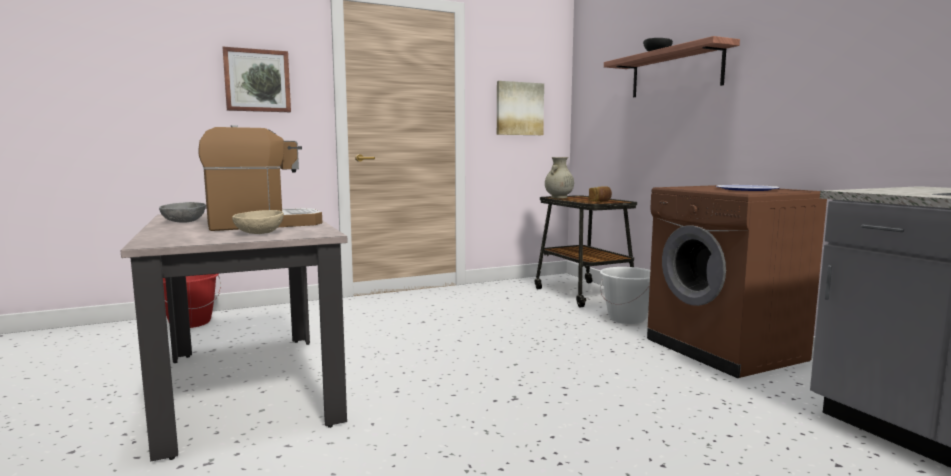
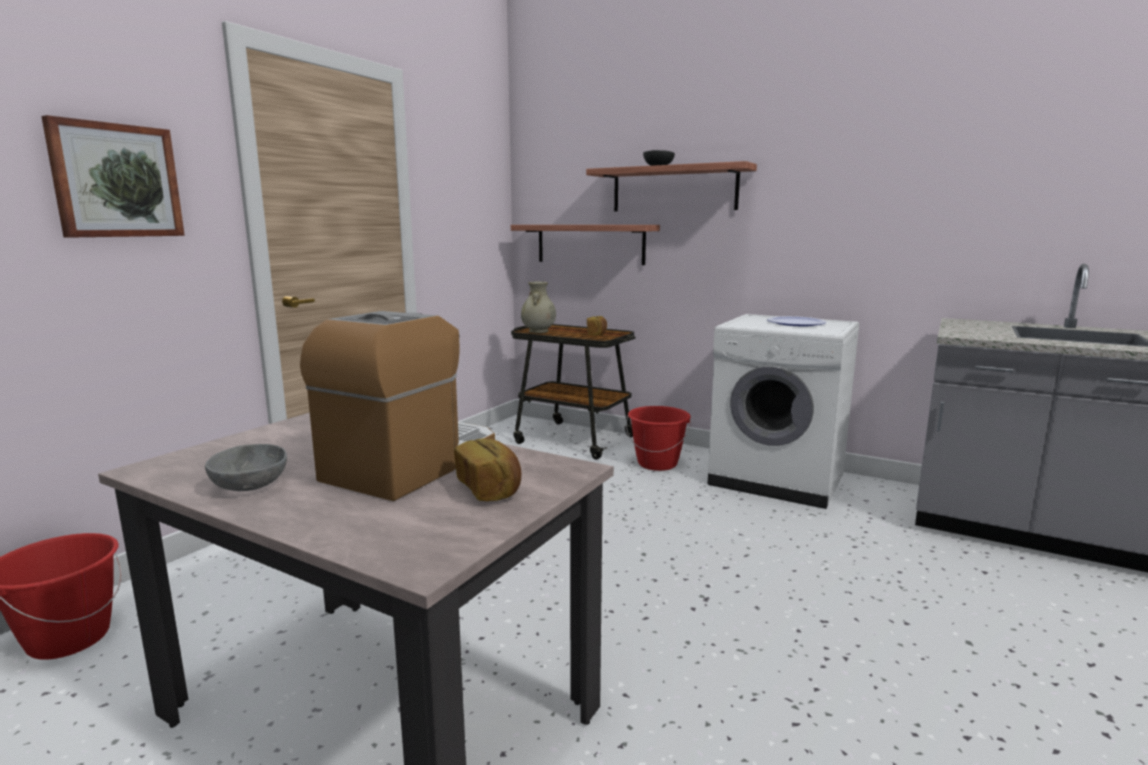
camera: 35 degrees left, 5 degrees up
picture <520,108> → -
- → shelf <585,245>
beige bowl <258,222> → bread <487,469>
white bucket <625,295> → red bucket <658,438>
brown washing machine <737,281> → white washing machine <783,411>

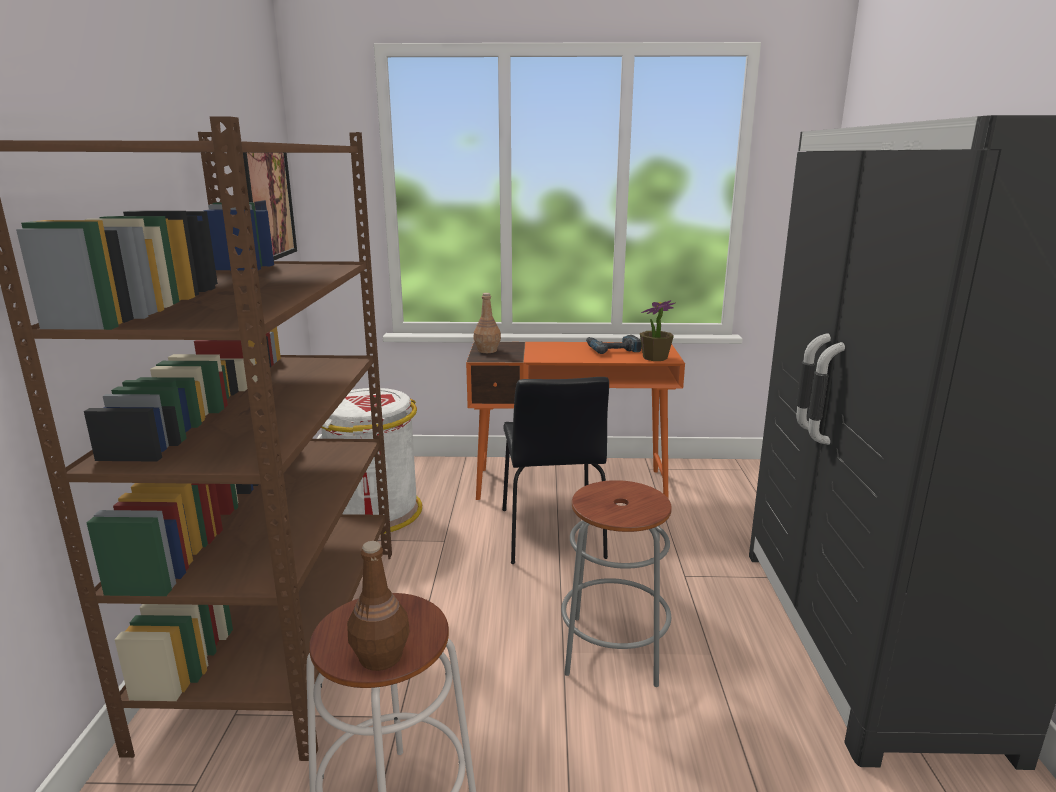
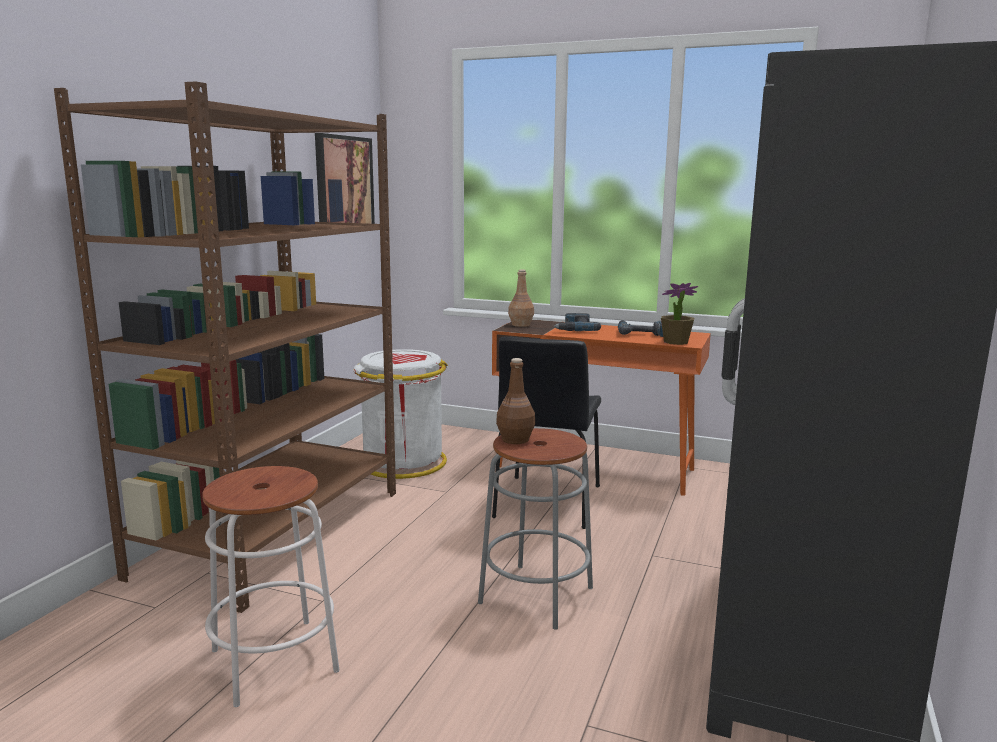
camera: 20 degrees right, 5 degrees down
- → power drill <577,322>
brown bottle <378,606> → brown bottle <515,401>, relocated

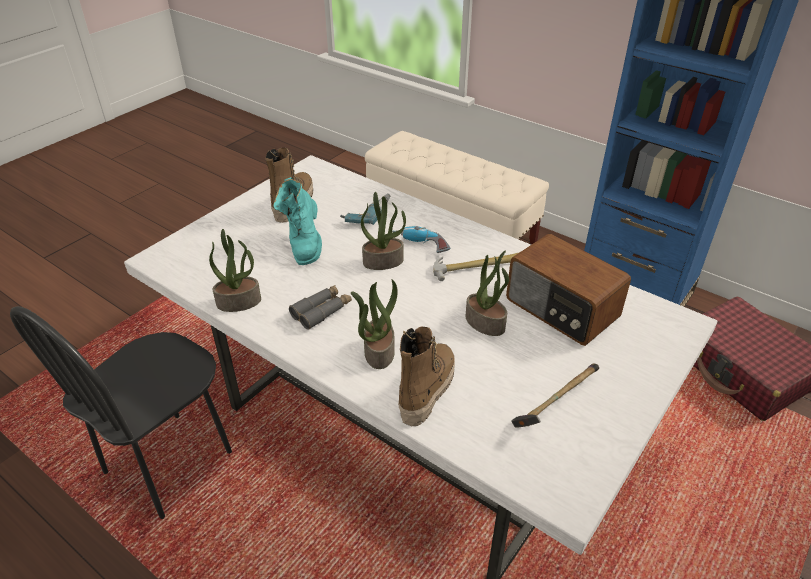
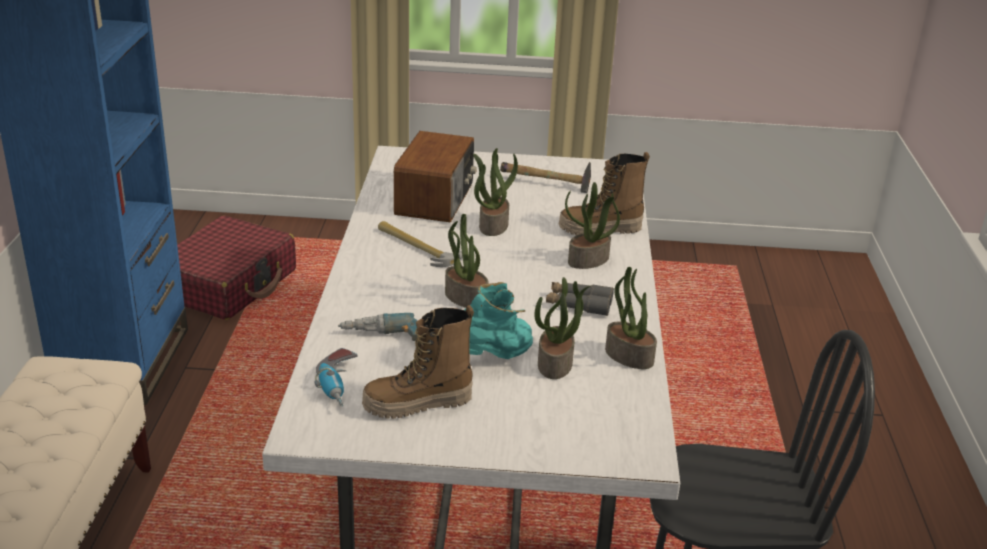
camera: 125 degrees left, 10 degrees down
- → potted plant <563,328>
power drill <421,239> → power drill <336,377>, relocated

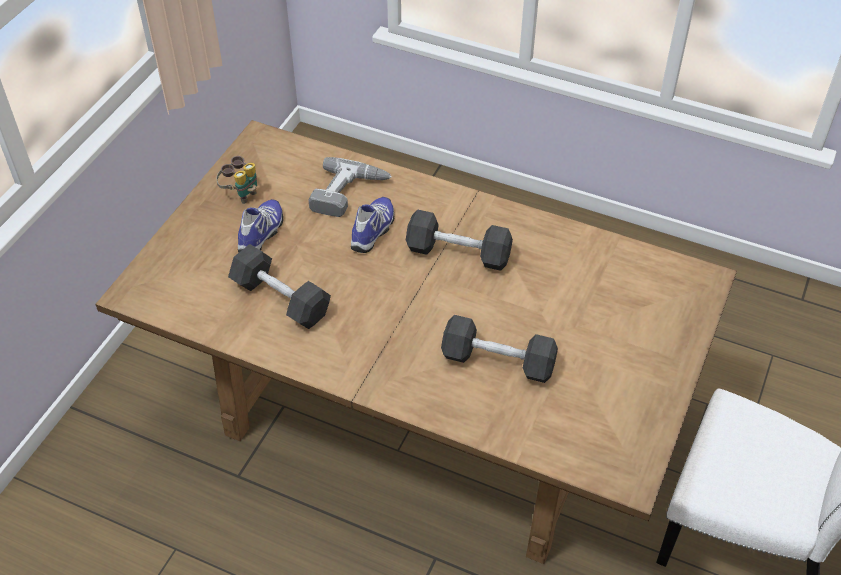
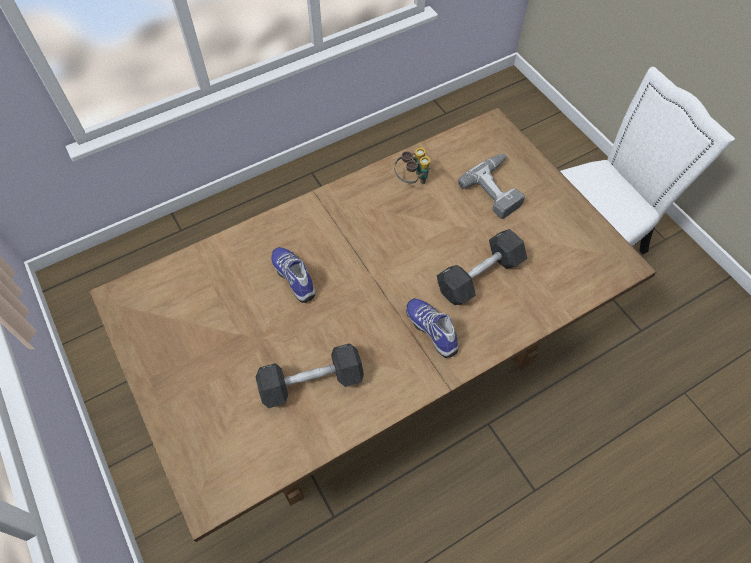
camera: 55 degrees left, 10 degrees up
black dumbbell <459,240> → -
binoculars <236,180> → binoculars <412,165>, relocated
shoe <260,225> → shoe <432,328>, relocated
power drill <350,187> → power drill <491,186>, relocated

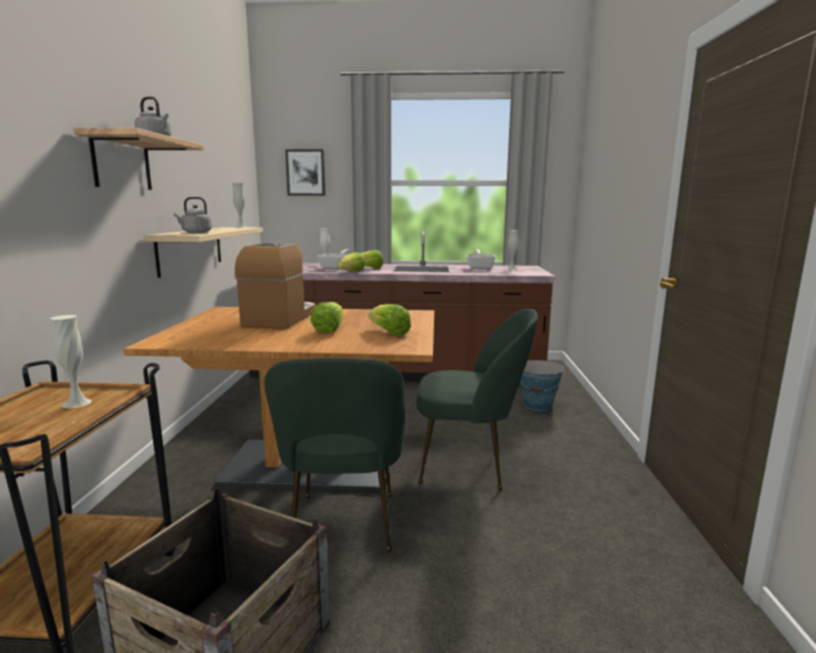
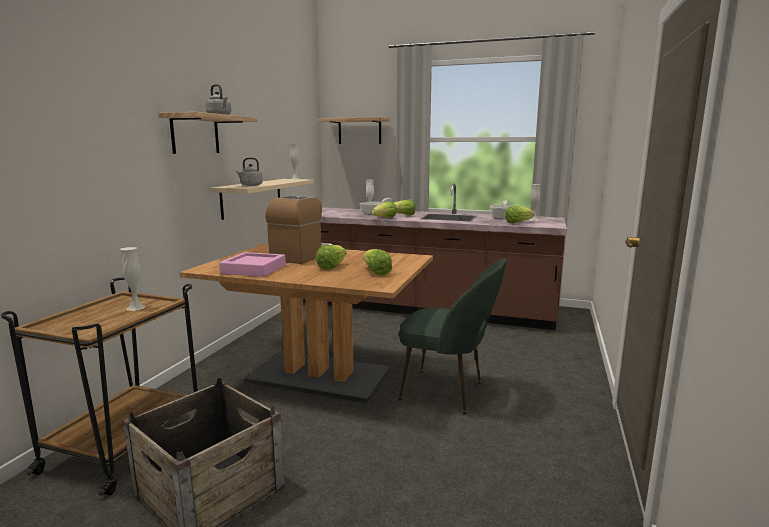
camera: 15 degrees right, 0 degrees up
green chair <334,455> → -
bucket <542,385> → -
- → pink tray <252,264>
- → lettuce <519,214>
picture <305,172> → shelf <354,130>

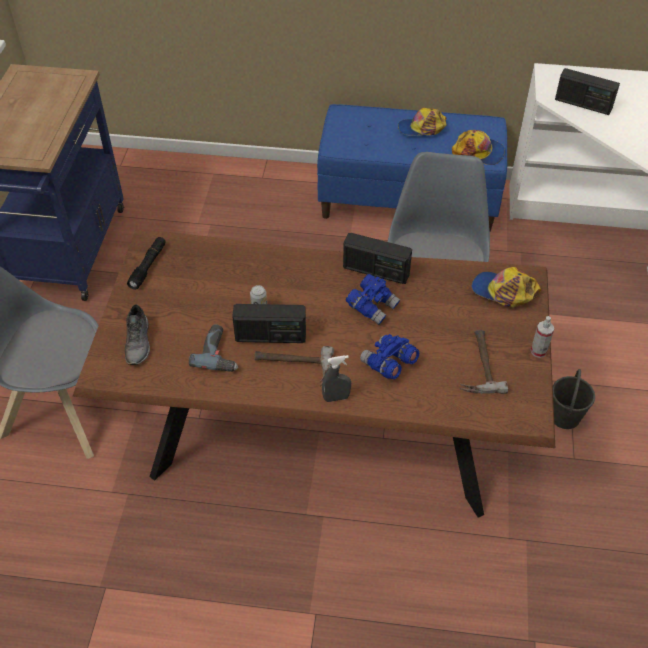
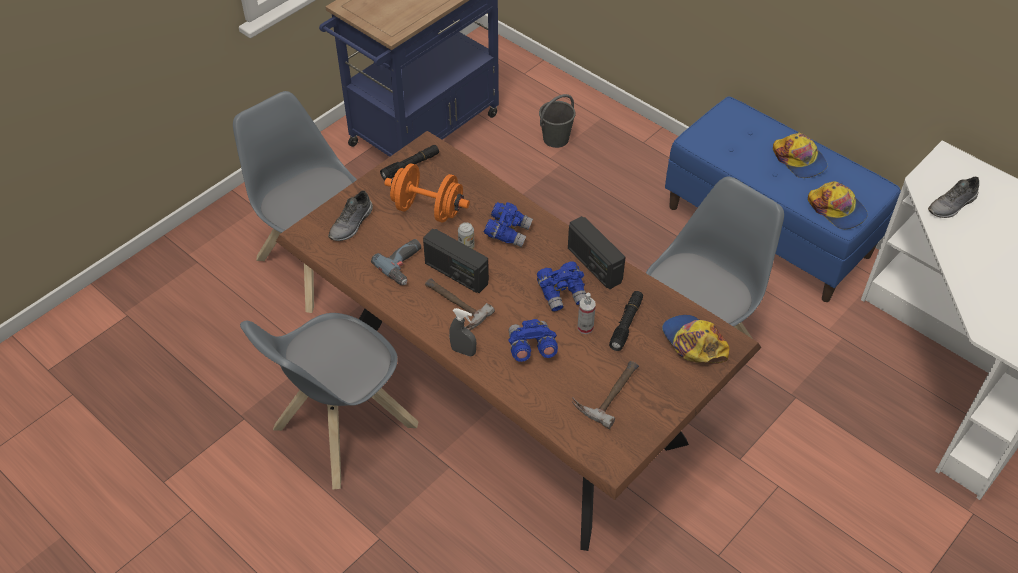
camera: 35 degrees right, 0 degrees up
- → grey chair <329,401>
- → orange dumbbell <427,193>
- → blue binoculars <508,224>
- → black flashlight <626,321>
spray bottle <542,337> → spray bottle <587,313>, relocated
grey bucket <574,399> → grey bucket <557,121>, relocated
radio <587,91> → grey shoe <953,197>
cap <422,121> → cap <800,155>, 150 degrees counterclockwise

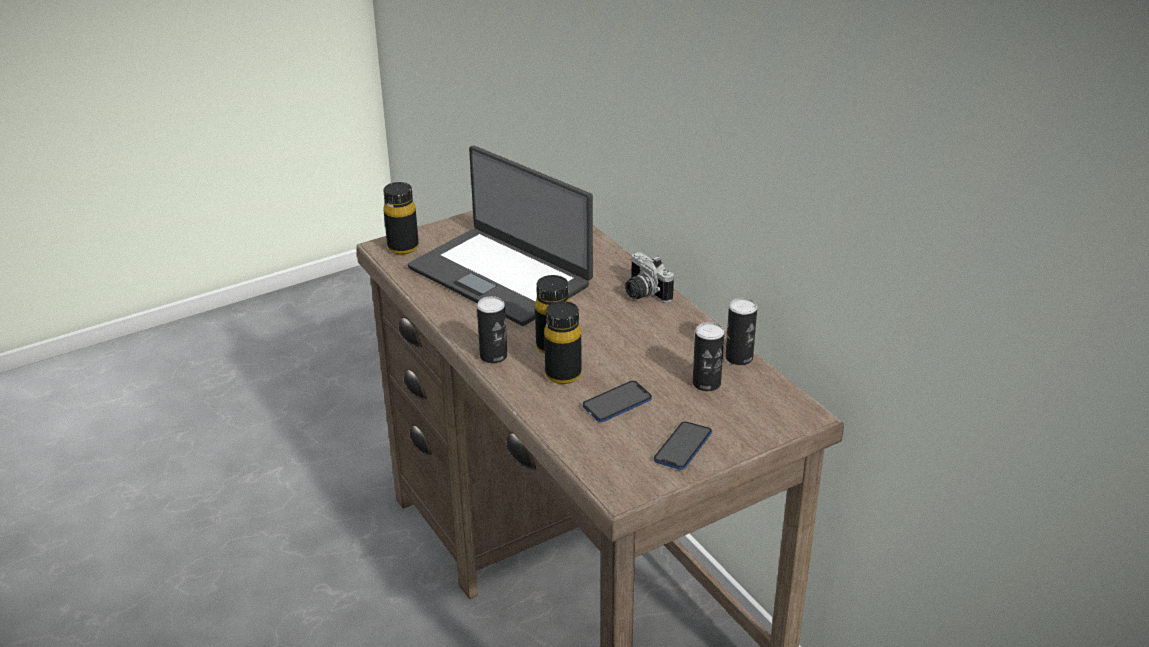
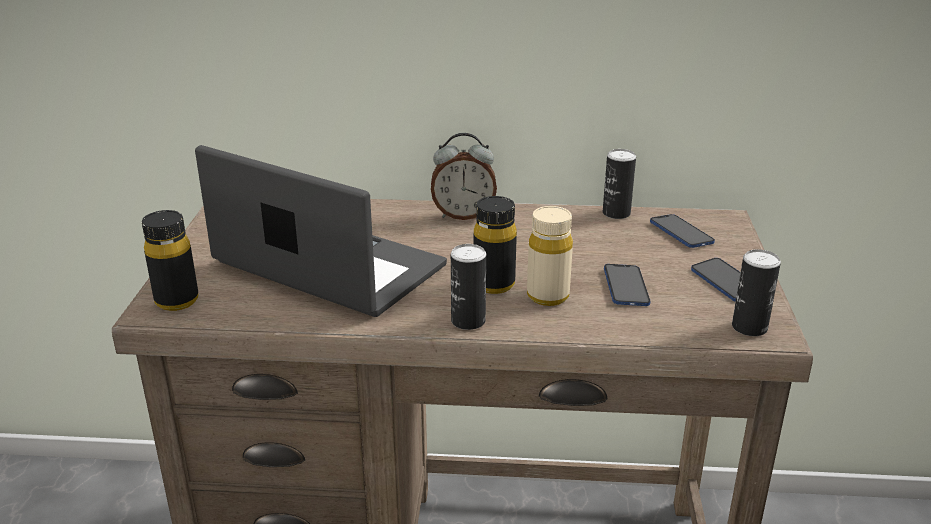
camera: 55 degrees left, 5 degrees down
- → phone <682,231>
can <708,356> → can <756,292>, relocated
photo camera <649,277> → alarm clock <464,176>
black bottle <563,342> → beige bottle <550,256>
laptop <500,236> → laptop <321,231>, 135 degrees counterclockwise

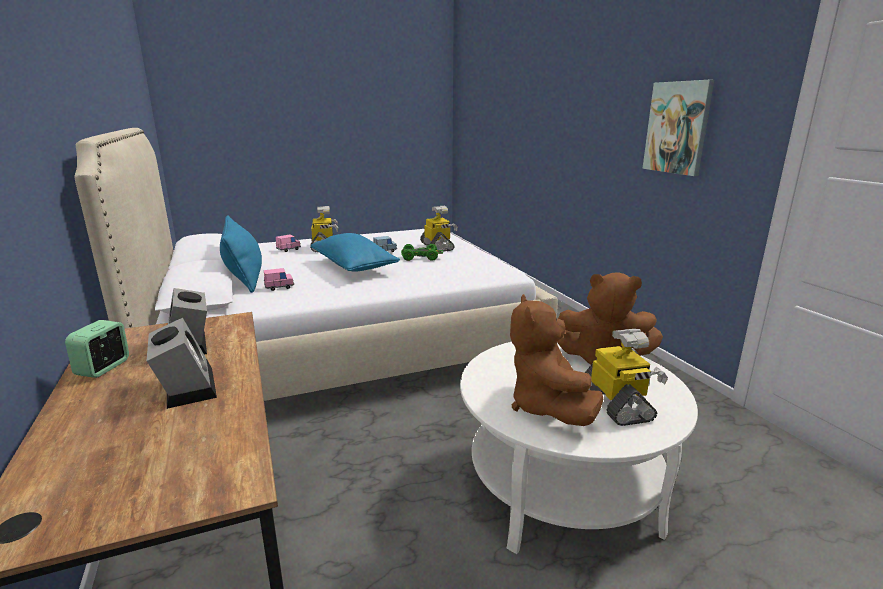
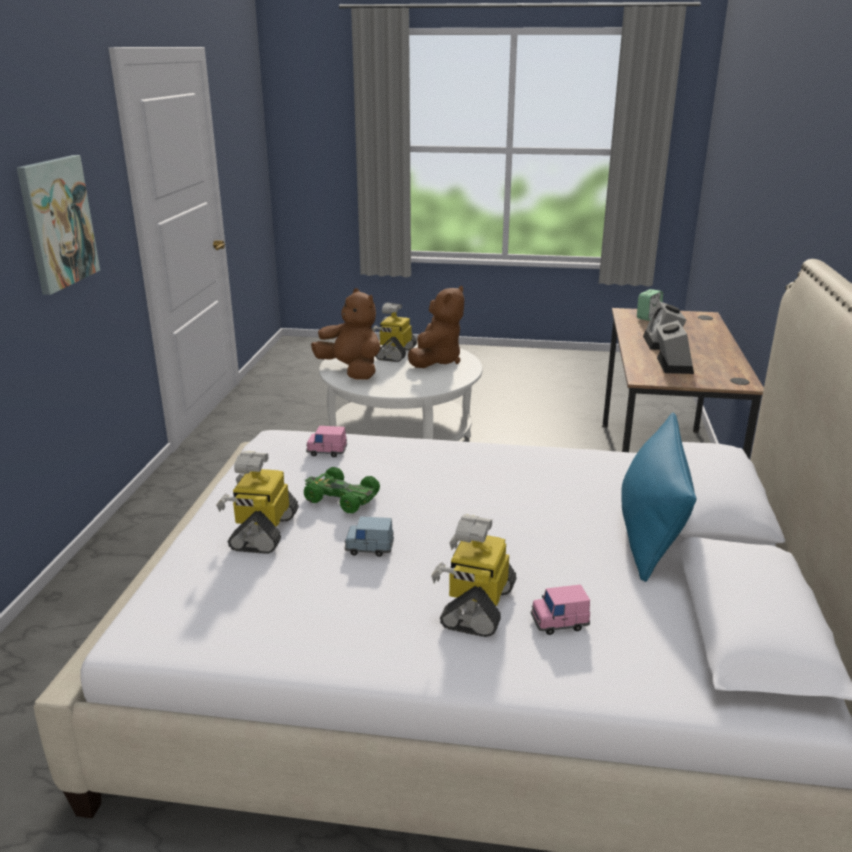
camera: 150 degrees left, 5 degrees up
blue pillow <355,252> → -
alarm clock <97,349> → alarm clock <650,305>, relocated
pink toy car <279,279> → pink toy car <326,441>, relocated

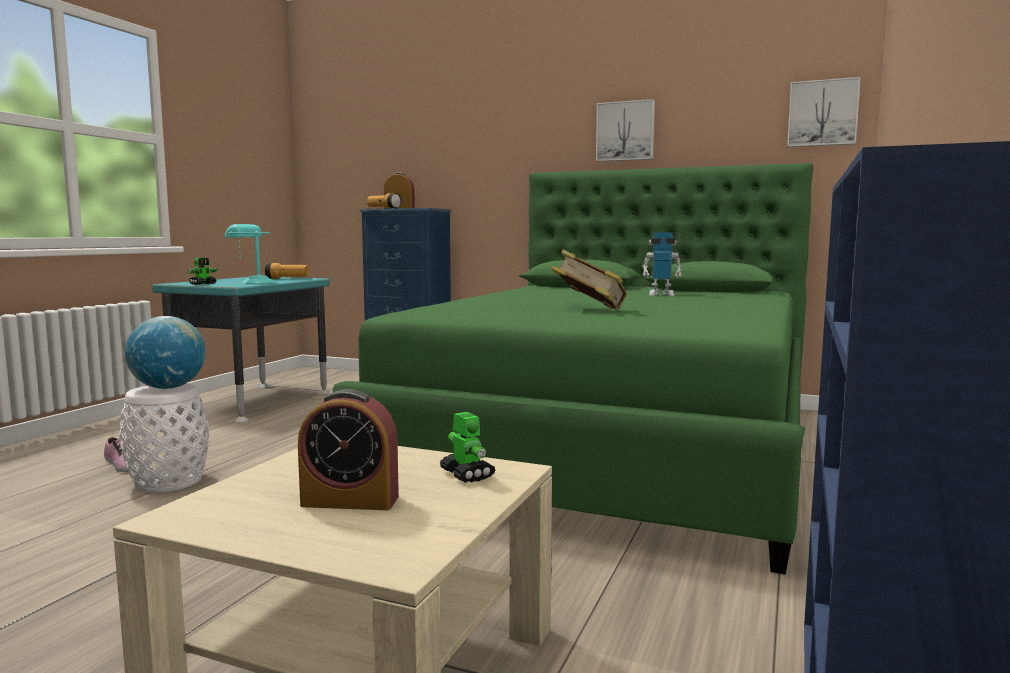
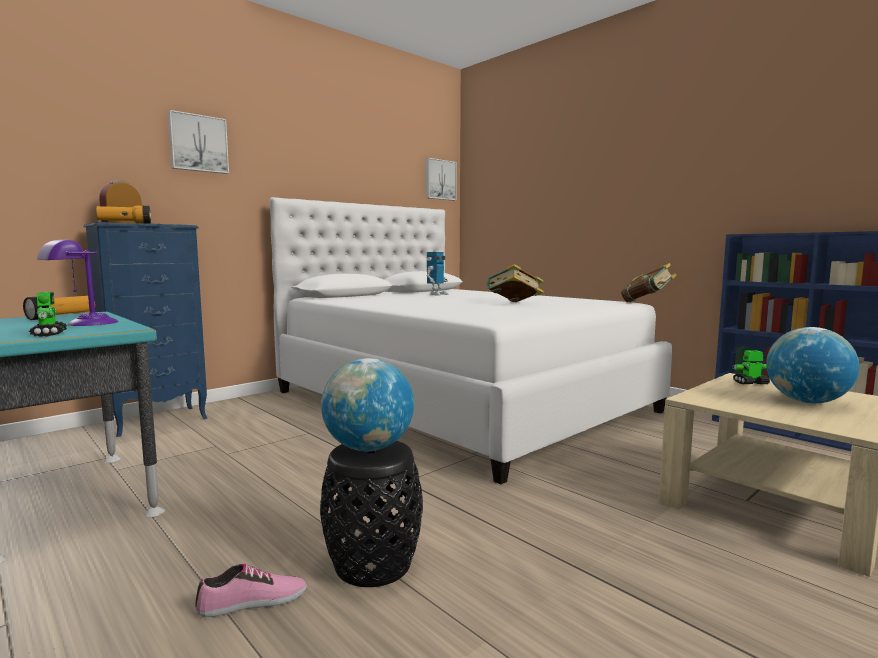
camera: 65 degrees left, 0 degrees up
- → book <649,282>
picture <625,130> → picture <198,142>, relocated
alarm clock <348,449> → globe <812,365>
white stool <164,438> → black stool <371,514>
turquoise table lamp <250,253> → purple table lamp <78,283>
green bed <573,369> → white bed <471,340>

